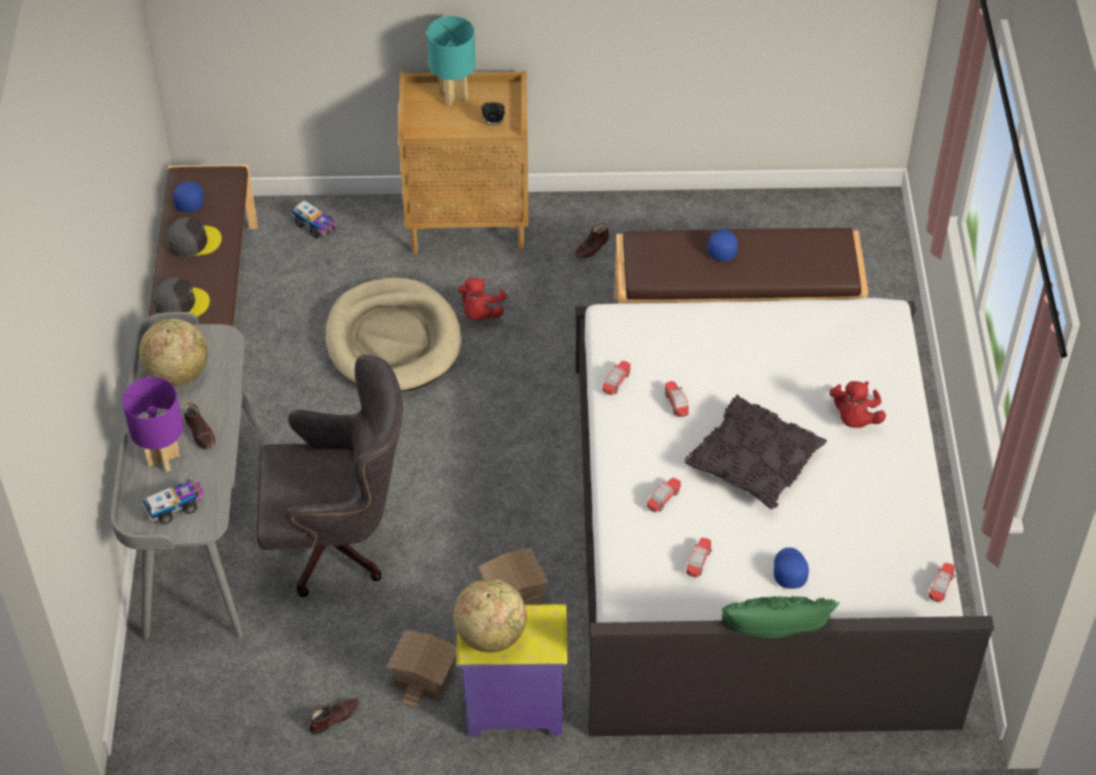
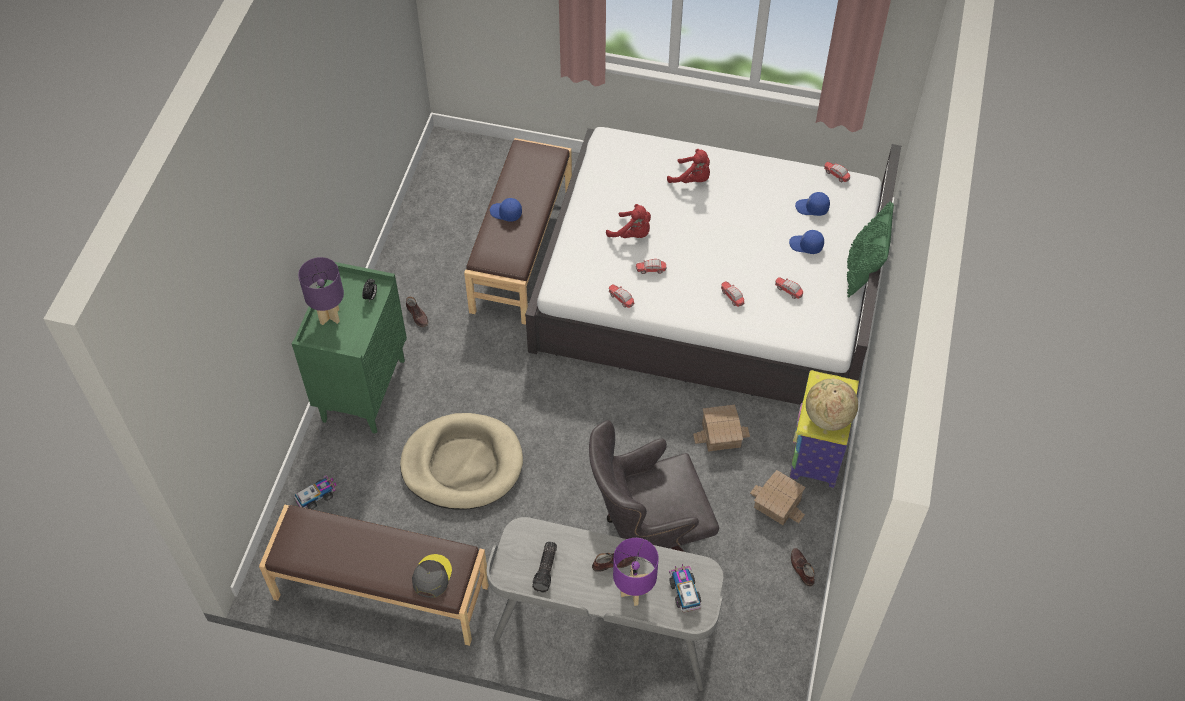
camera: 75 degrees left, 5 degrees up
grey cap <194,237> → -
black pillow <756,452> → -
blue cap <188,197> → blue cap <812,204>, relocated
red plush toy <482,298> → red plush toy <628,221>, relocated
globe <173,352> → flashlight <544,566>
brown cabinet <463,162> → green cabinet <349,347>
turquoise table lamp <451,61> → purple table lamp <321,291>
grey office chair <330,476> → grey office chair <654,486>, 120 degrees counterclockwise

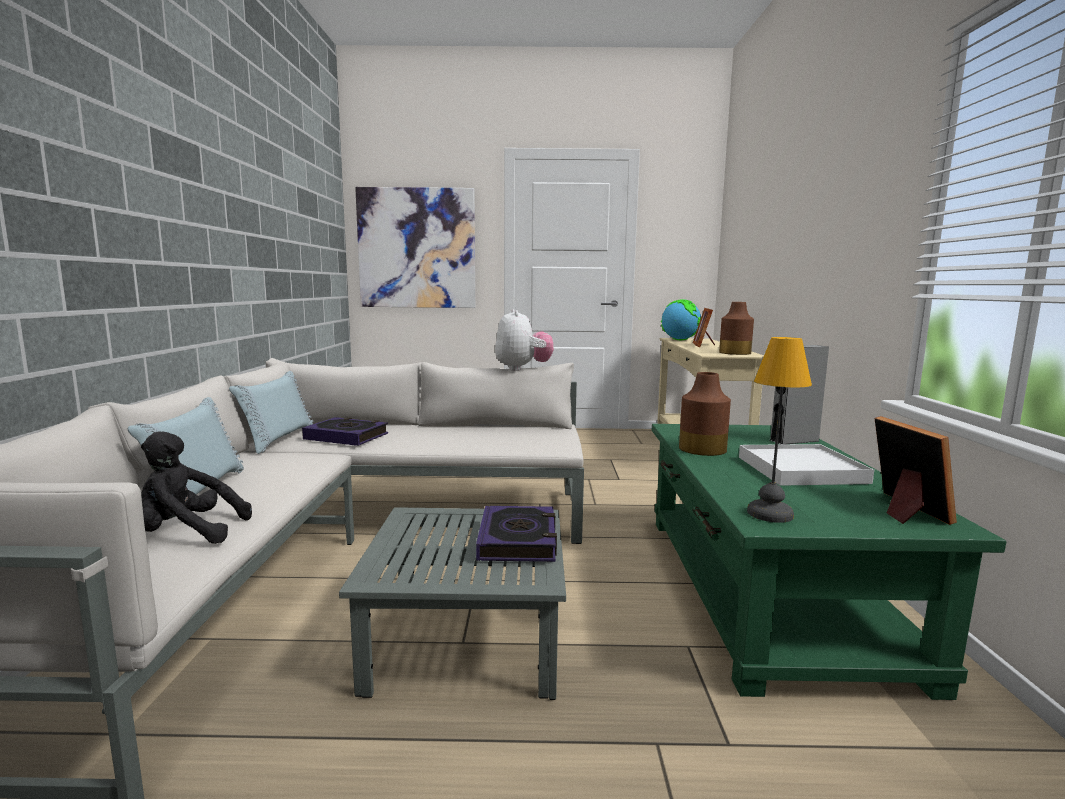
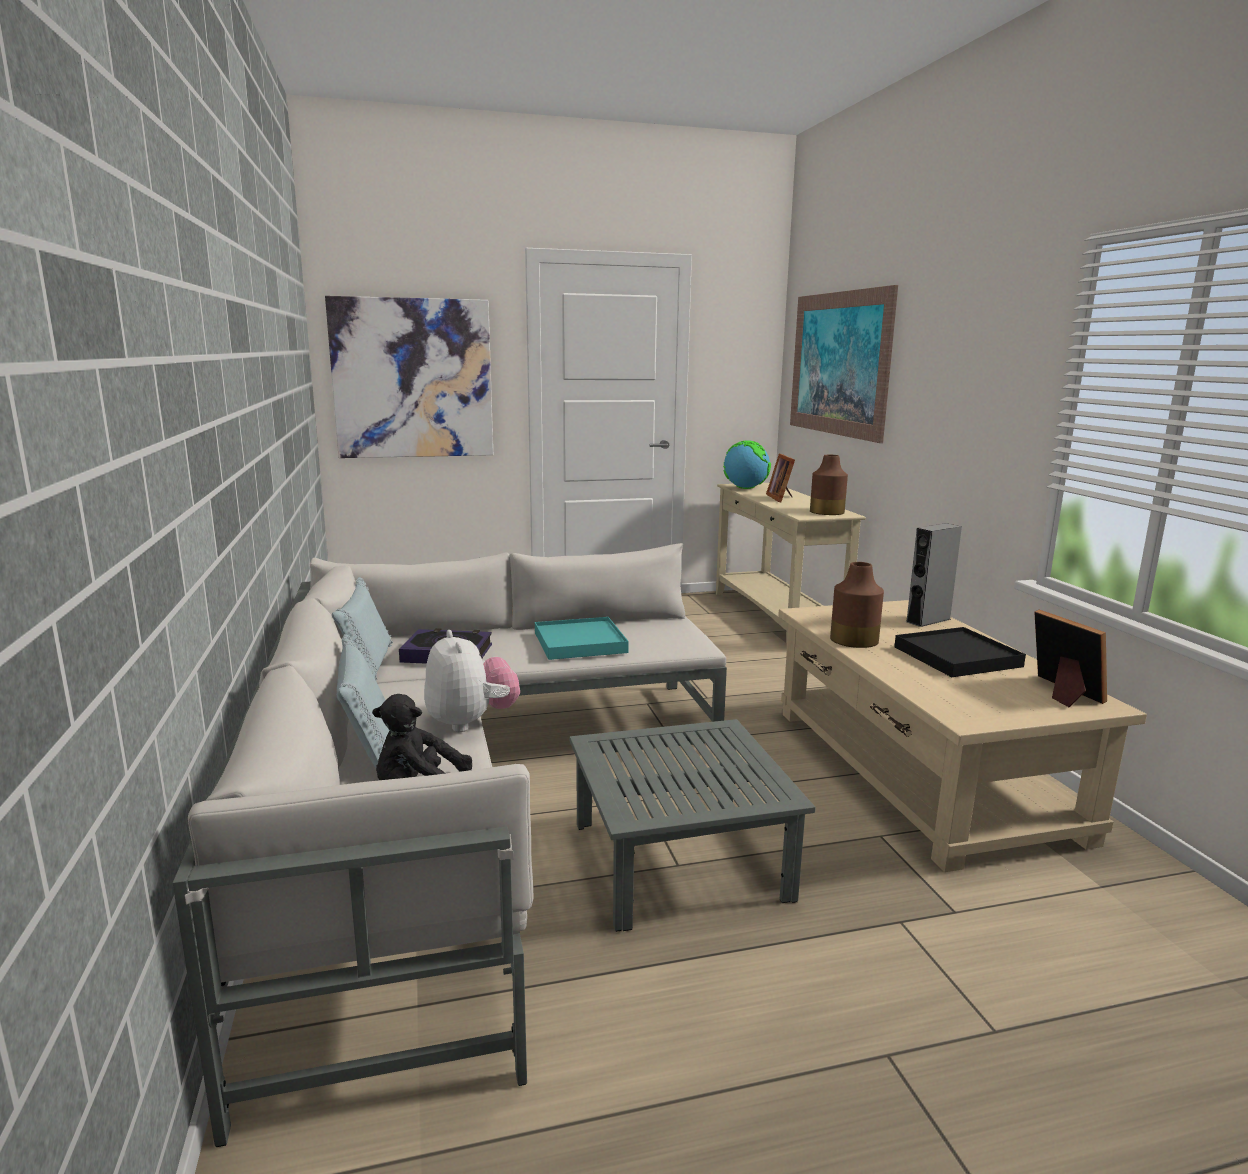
camera: 15 degrees left, 5 degrees up
book <516,534> → -
table lamp <779,430> → -
- → turquoise tray <582,638>
- → picture <844,364>
plush toy <524,340> → plush toy <472,681>, relocated
green coffee table <829,562> → beige coffee table <962,736>
white tray <806,465> → black tray <960,652>

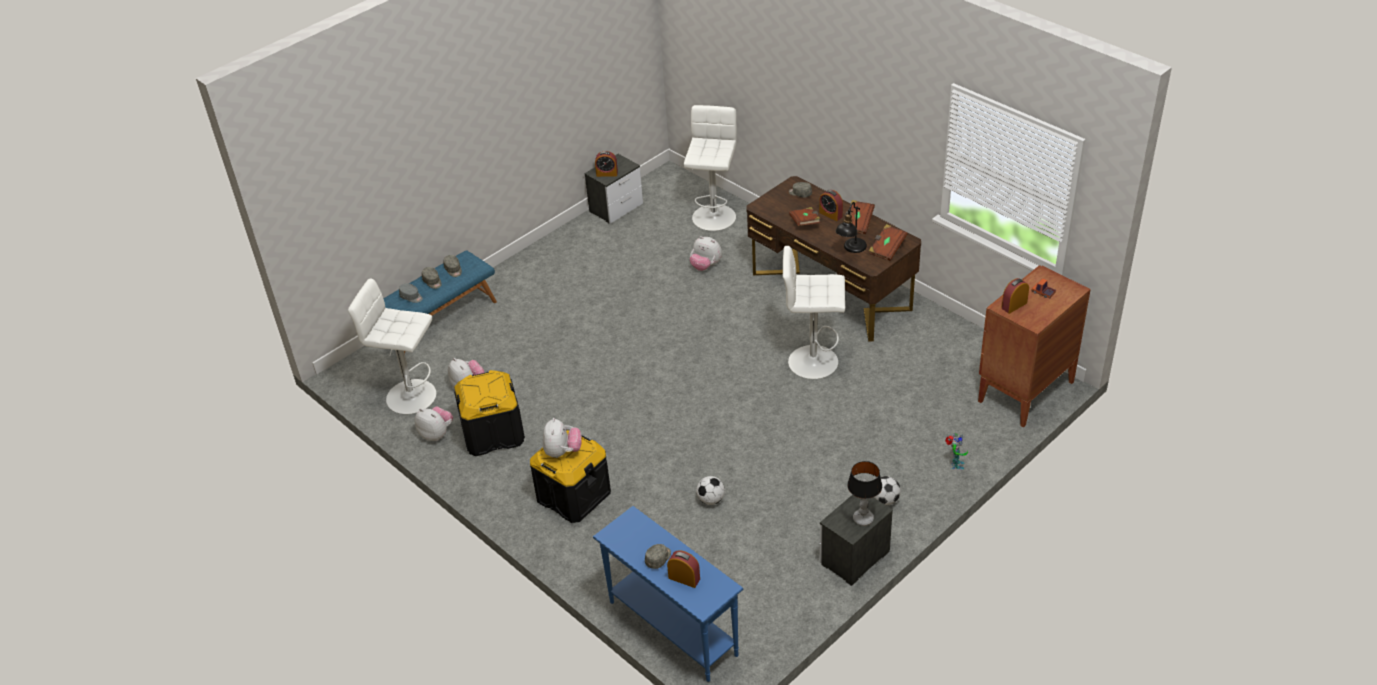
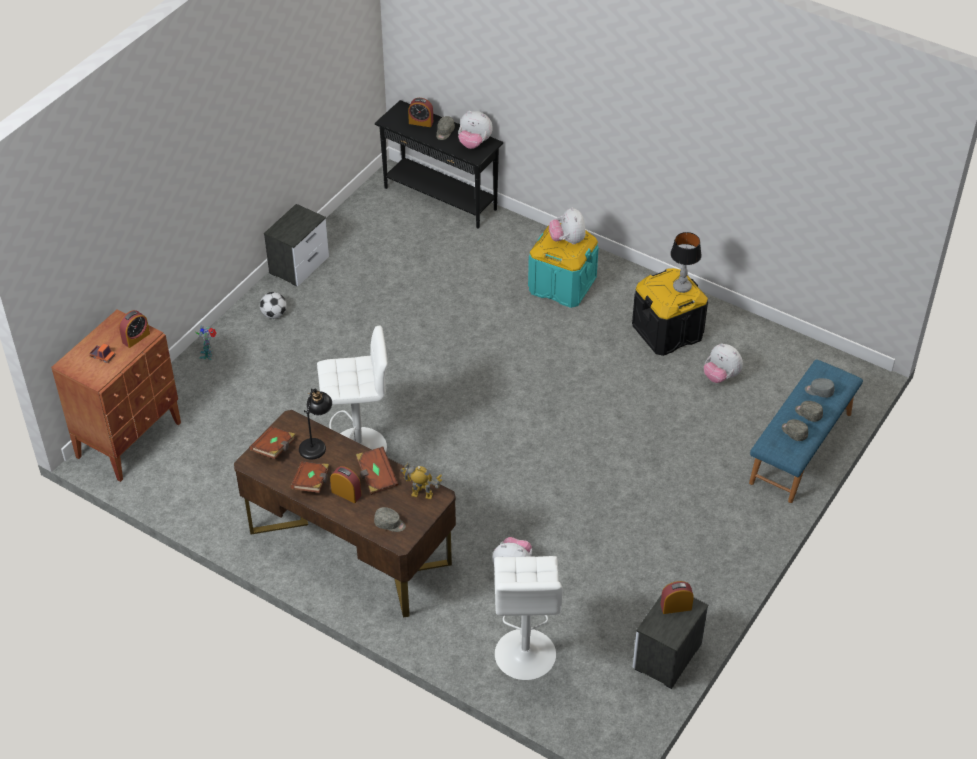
camera: 165 degrees right, 5 degrees up
white stool <392,346> → -
football <710,490> → -
- → toy robot <421,481>
plush toy <433,423> → plush toy <475,130>, relocated
table lamp <864,493> → table lamp <686,262>, relocated
black storage box <570,476> → turquoise storage box <563,265>
blue console table <668,594> → black console table <439,164>

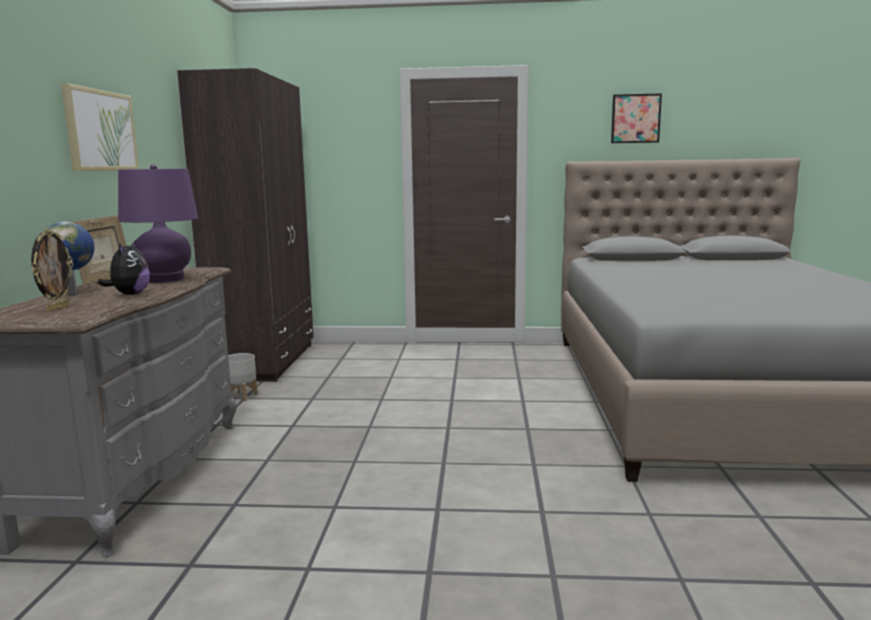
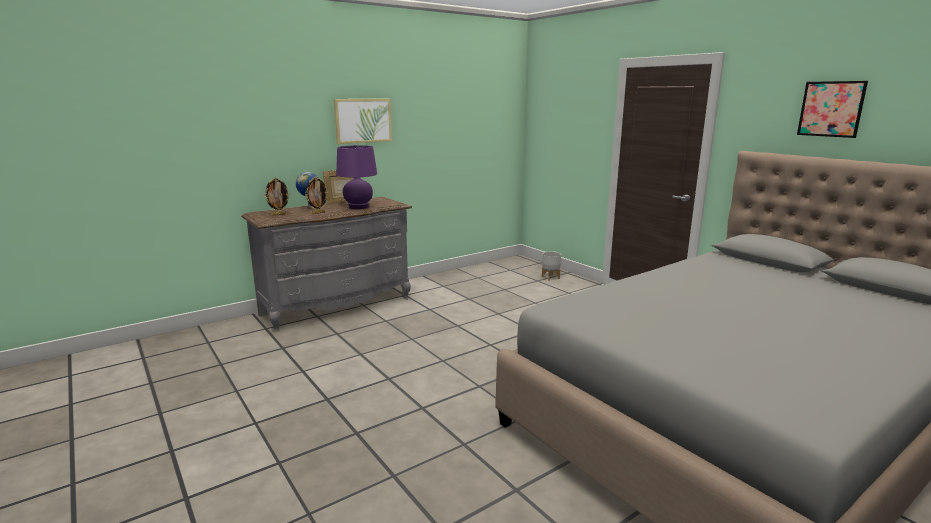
camera: 50 degrees right, 5 degrees up
brown wardrobe <245,225> → -
grey planter <242,377> → grey planter <551,266>, relocated
plush toy <124,267> → picture frame <317,195>

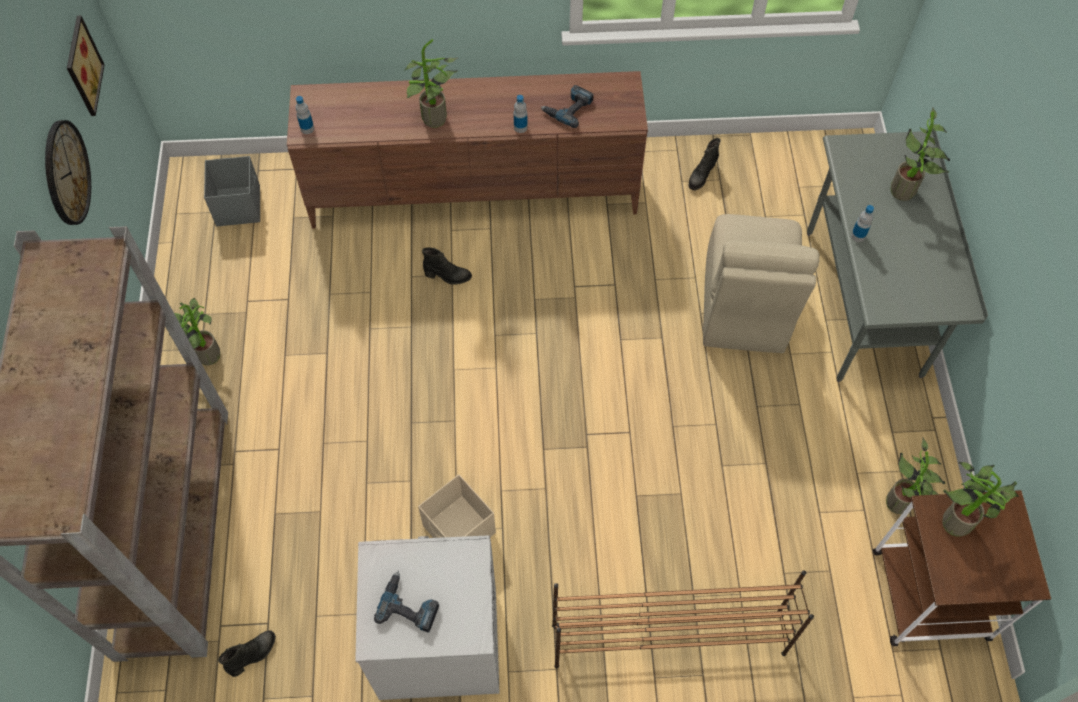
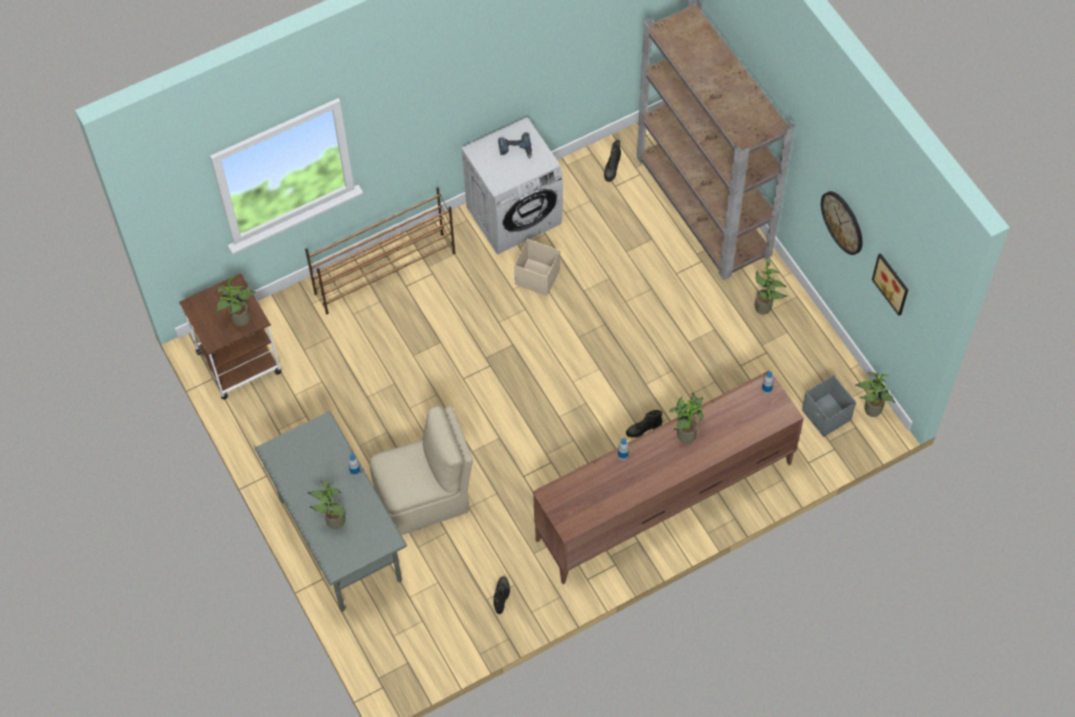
camera: 155 degrees right, 0 degrees up
power drill <567,106> → -
potted plant <915,475> → potted plant <875,394>, relocated
beige chair <761,283> → beige chair <421,470>, 90 degrees clockwise

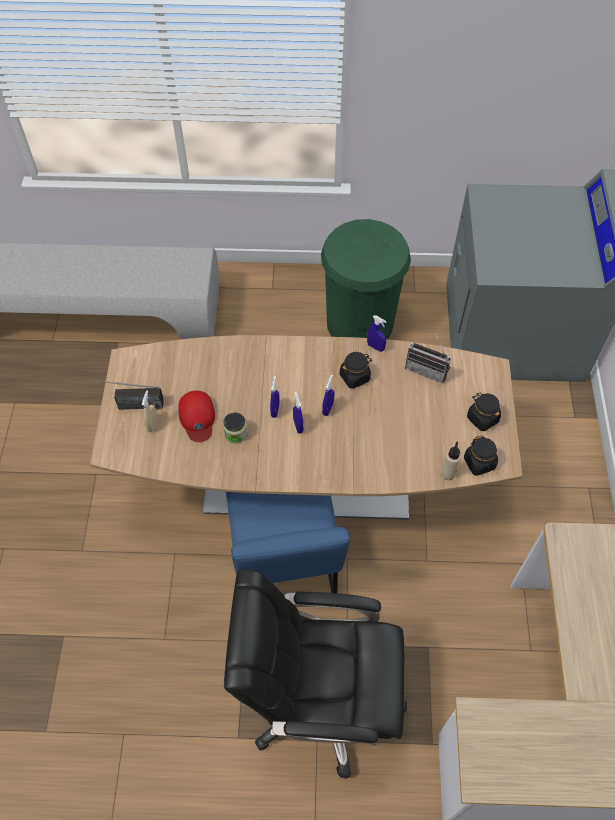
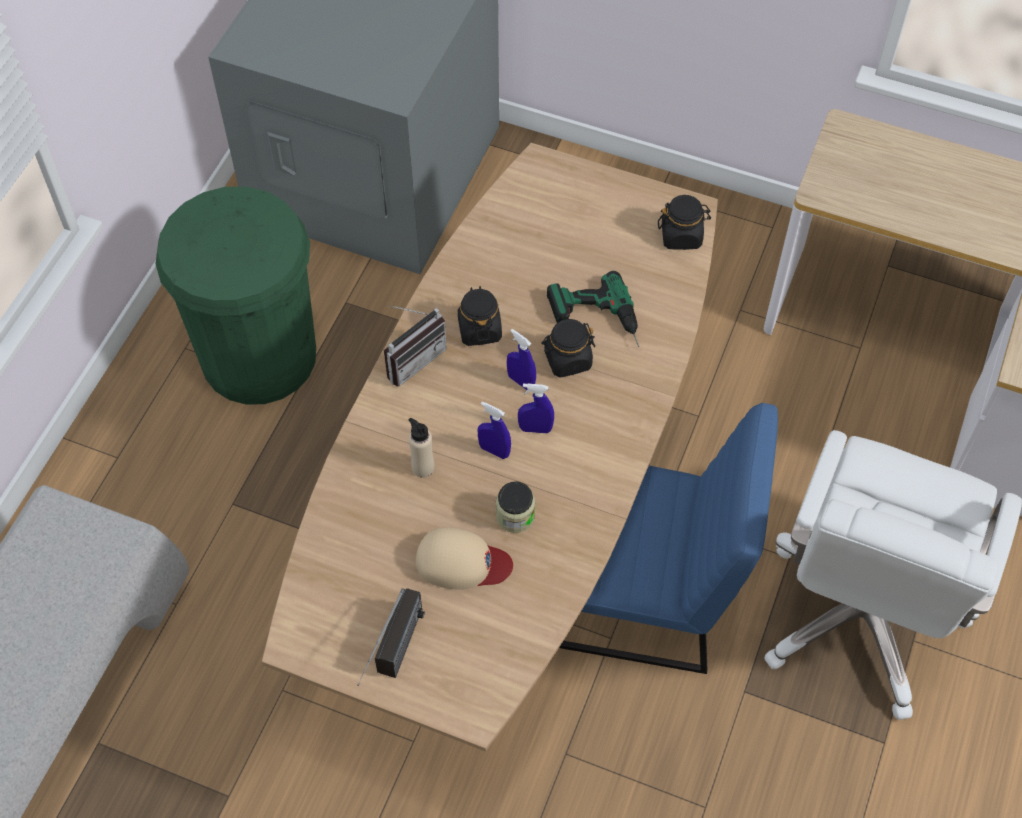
camera: 70 degrees left, 0 degrees up
beige spray bottle <150,411> → -
blue spray bottle <377,333> → -
- → power drill <593,309>
radio <428,357> → radio <415,346>, relocated
beige bottle <451,461> → beige bottle <421,448>, relocated
black jar <484,412> → black jar <568,348>, relocated
red cap <196,416> → beige cap <464,558>
black office chair <315,674> → white office chair <893,575>

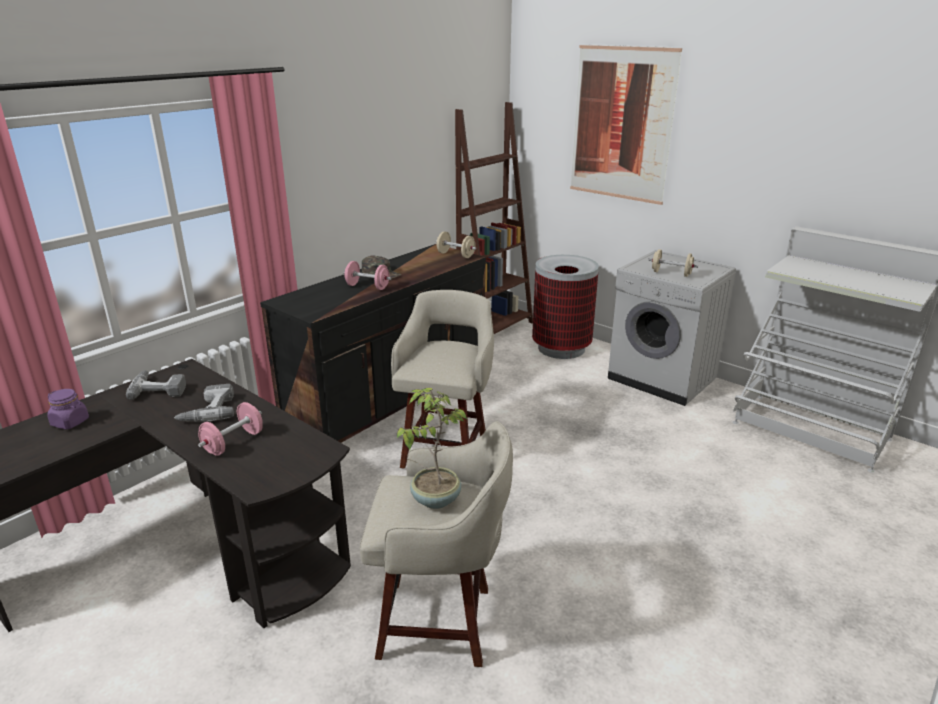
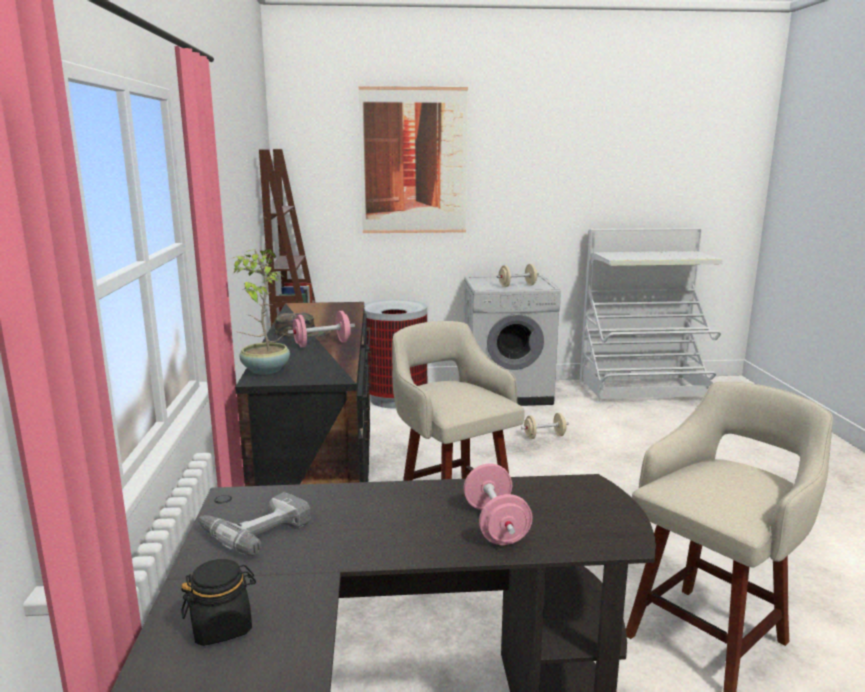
camera: 45 degrees left, 10 degrees down
power drill <204,403> → -
potted plant <432,448> → potted plant <261,312>, relocated
beige dumbbell <456,244> → beige dumbbell <545,426>, relocated
purple jar <68,409> → black jar <218,602>

